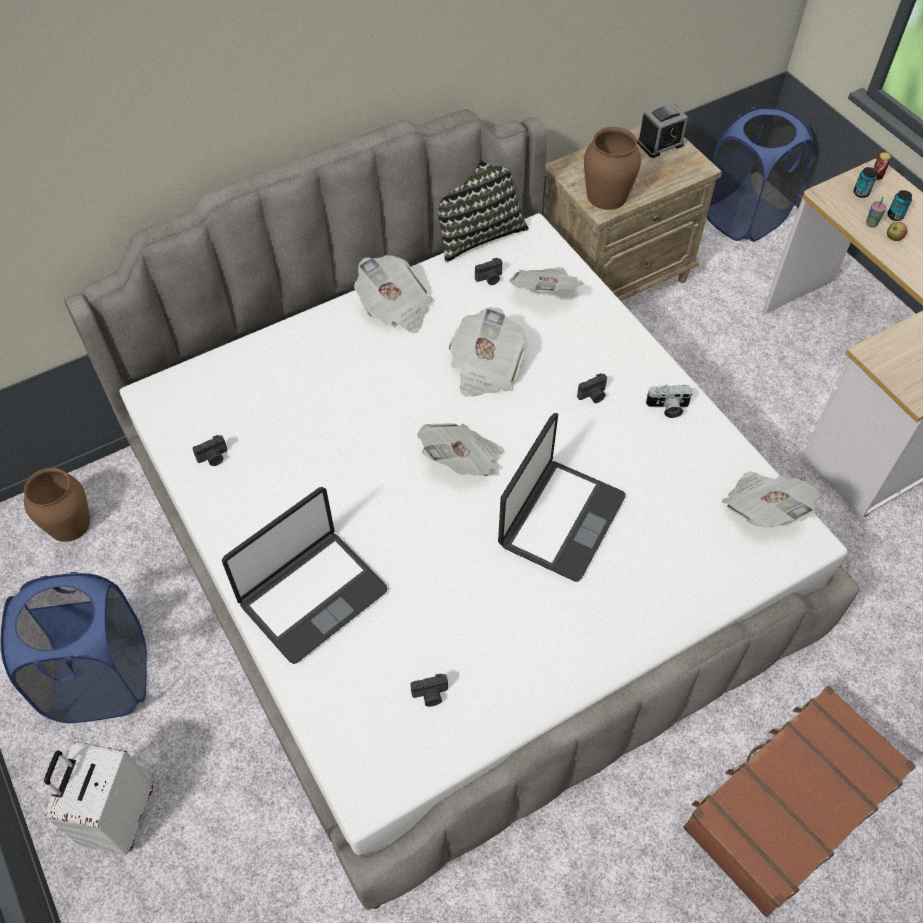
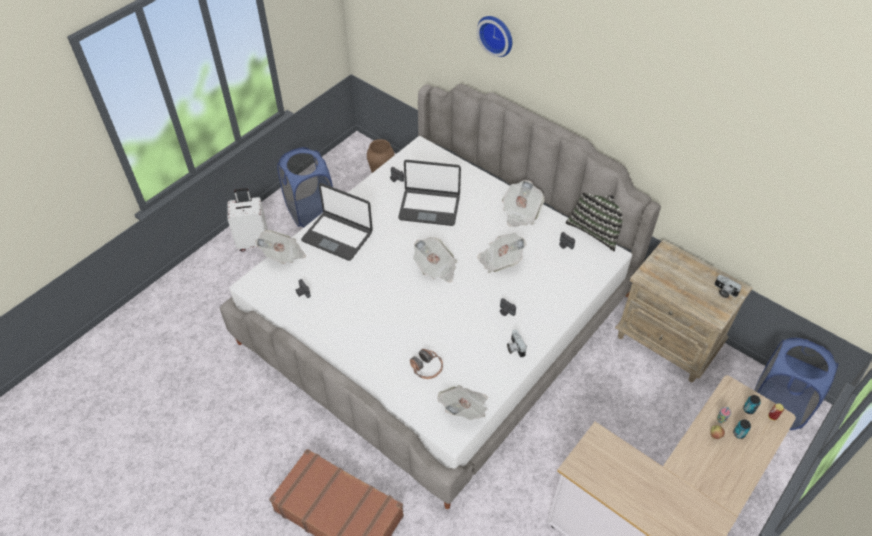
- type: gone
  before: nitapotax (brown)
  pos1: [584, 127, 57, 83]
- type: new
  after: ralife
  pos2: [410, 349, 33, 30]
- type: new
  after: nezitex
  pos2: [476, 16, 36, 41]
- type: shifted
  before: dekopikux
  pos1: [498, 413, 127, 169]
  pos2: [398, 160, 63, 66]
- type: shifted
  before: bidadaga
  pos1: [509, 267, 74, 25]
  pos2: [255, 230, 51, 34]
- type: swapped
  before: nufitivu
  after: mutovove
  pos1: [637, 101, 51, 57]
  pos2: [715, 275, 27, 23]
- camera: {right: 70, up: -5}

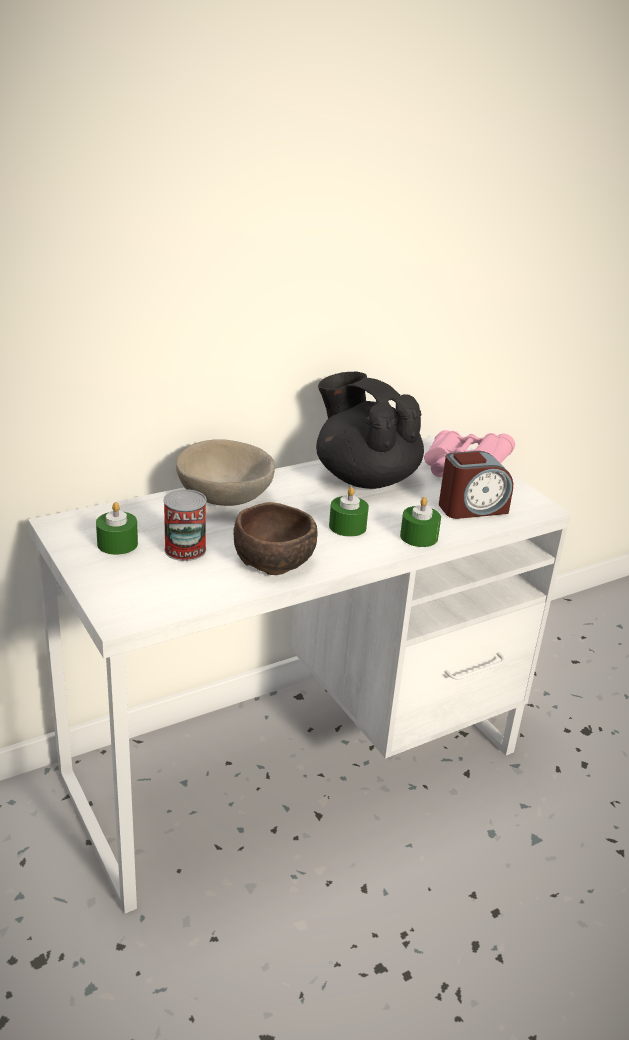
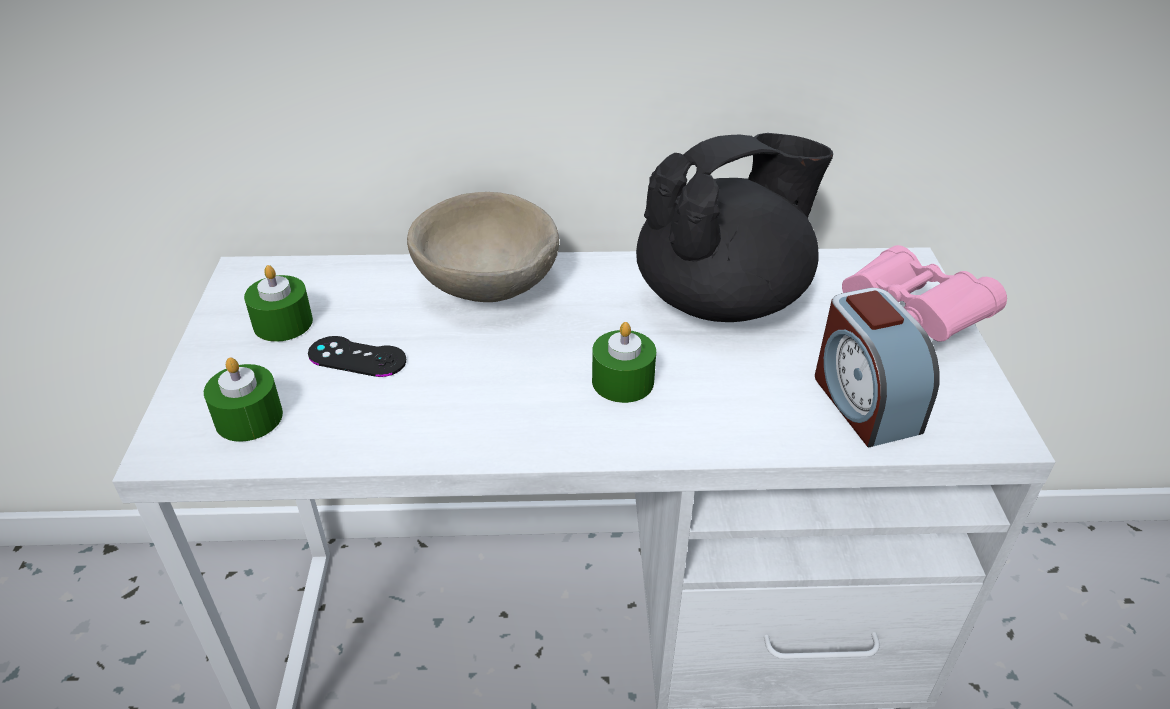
- type: gone
  before: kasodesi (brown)
  pos1: [234, 502, 83, 73]
- type: shifted
  before: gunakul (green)
  pos1: [400, 497, 41, 50]
  pos2: [204, 357, 79, 85]
- type: swapped
  before: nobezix
  after: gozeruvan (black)
  pos1: [164, 489, 43, 72]
  pos2: [308, 336, 98, 41]
- type: rotated
  before: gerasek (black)
  pos1: [316, 372, 108, 117]
  pos2: [636, 133, 197, 189]
  turn: 75
- type: rotated
  before: nufitivu
  pos1: [439, 451, 74, 68]
  pos2: [815, 288, 125, 159]
  turn: 60
- camera: {right: 30, up: 10}

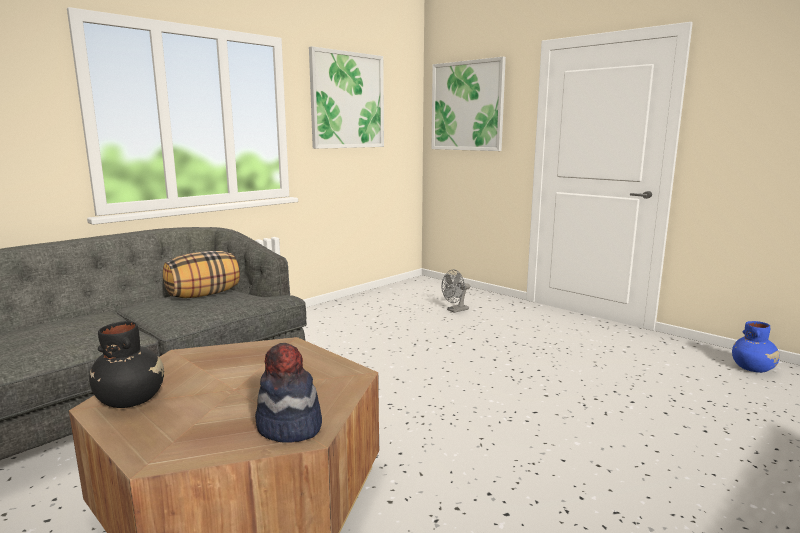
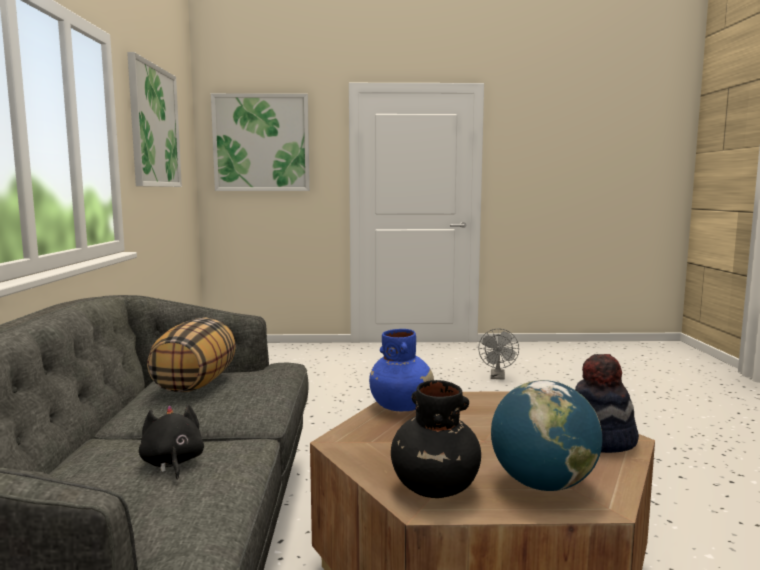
- type: new
  after: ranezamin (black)
  pos2: [139, 404, 65, 76]
- type: new
  after: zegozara
  pos2: [491, 380, 111, 111]
- type: shifted
  before: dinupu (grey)
  pos1: [441, 270, 29, 43]
  pos2: [478, 328, 41, 52]
- type: shifted
  before: nitapotax (blue)
  pos1: [732, 321, 48, 52]
  pos2: [369, 329, 65, 82]
- camera: {right: -45, up: -5}

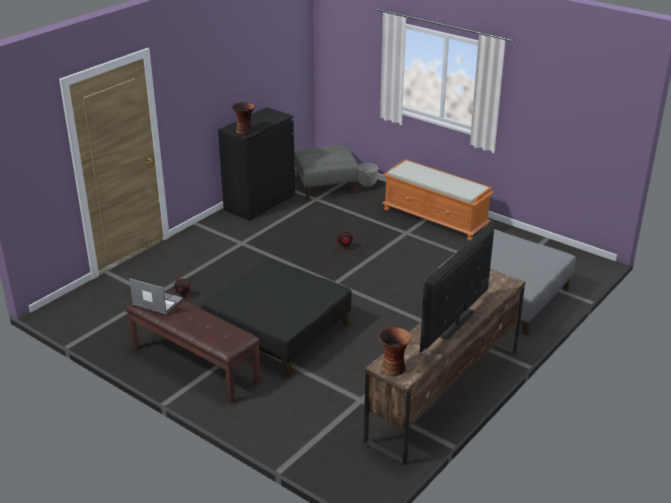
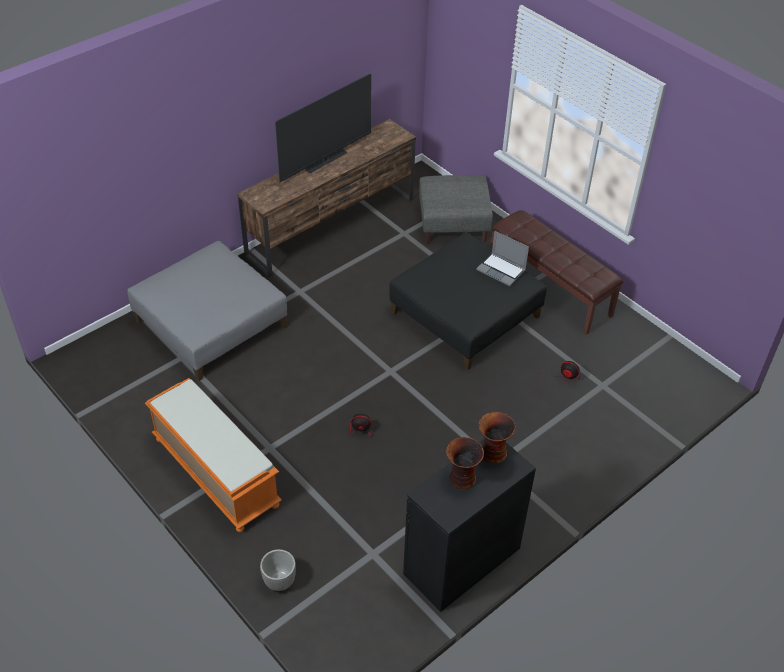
- type: shifted
  before: dekopikux
  pos1: [129, 278, 54, 37]
  pos2: [476, 231, 53, 55]
- type: shifted
  before: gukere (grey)
  pos1: [294, 145, 65, 54]
  pos2: [419, 175, 74, 69]
- type: shifted
  before: nitapotax
  pos1: [378, 327, 34, 49]
  pos2: [446, 437, 38, 53]
- camera: {right: -170, up: 15}

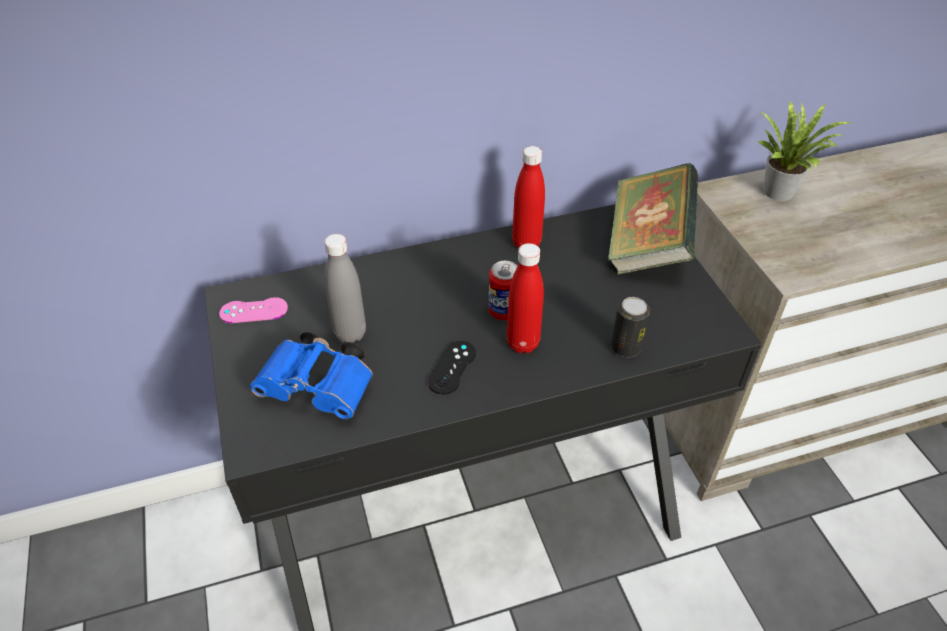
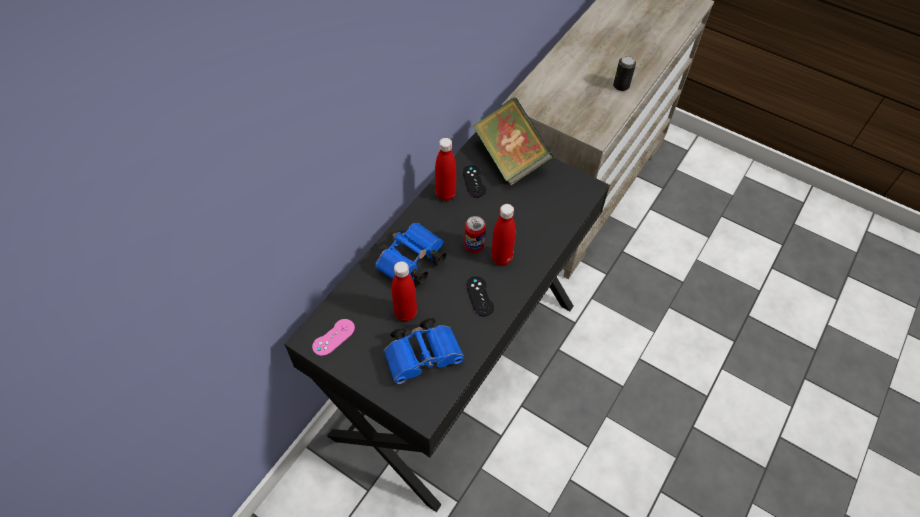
- type: gone
  before: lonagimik
  pos1: [757, 101, 94, 100]
- type: new
  after: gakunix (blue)
  pos2: [375, 223, 72, 62]
- type: new
  after: gozeruvan (black)
  pos2: [463, 165, 23, 33]
- type: shifted
  before: nobezix
  pos1: [611, 297, 39, 60]
  pos2: [613, 56, 23, 35]
- type: repainted
  before: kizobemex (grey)
  after: kizobemex (red)
  pos1: [324, 234, 42, 109]
  pos2: [392, 261, 25, 61]
- camera: {right: -40, up: 10}

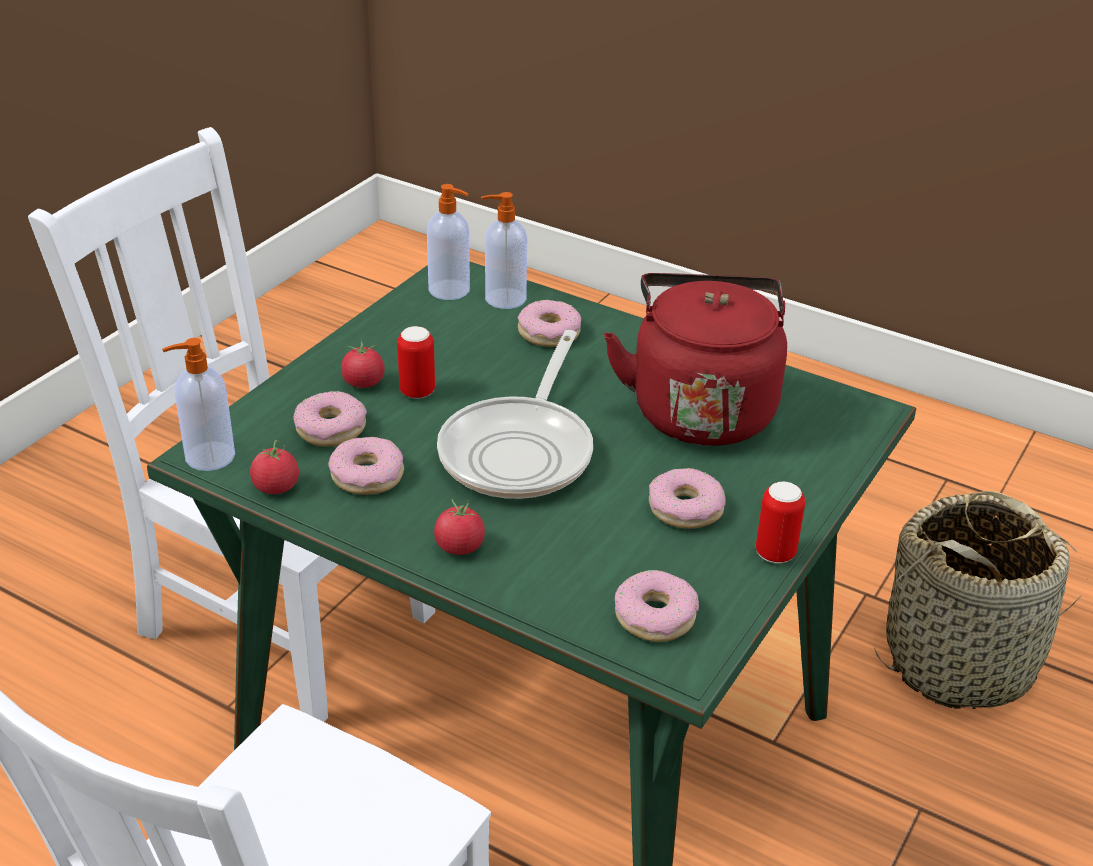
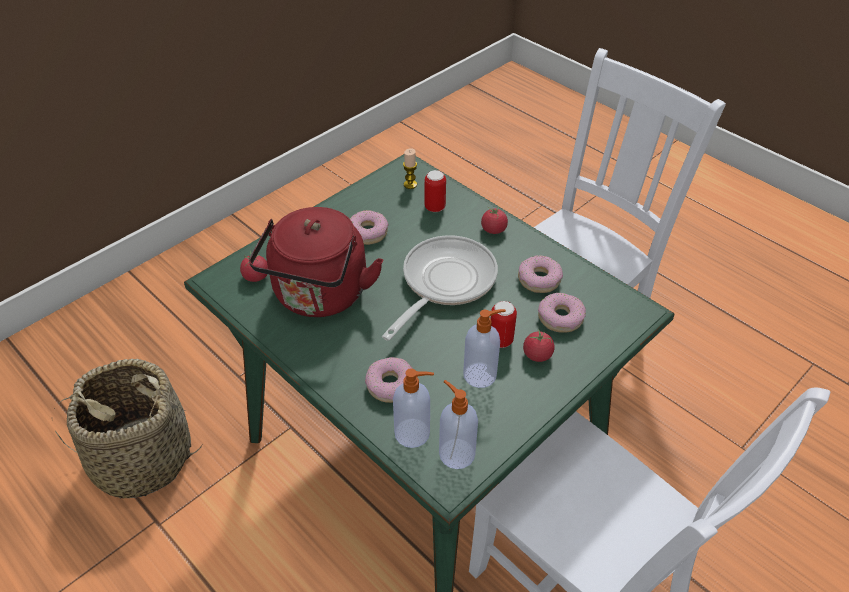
- type: shifted
  before: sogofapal
  pos1: [162, 338, 73, 133]
  pos2: [463, 309, 43, 79]
- type: shifted
  before: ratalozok
  pos1: [250, 440, 49, 54]
  pos2: [240, 251, 28, 31]
- type: shifted
  before: nobezix
  pos1: [756, 482, 49, 81]
  pos2: [425, 170, 21, 42]
- type: swapped
  before: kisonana
  after: gunakul
  pos1: [615, 570, 84, 72]
  pos2: [403, 148, 14, 41]
- camera: {right: -165, up: 10}

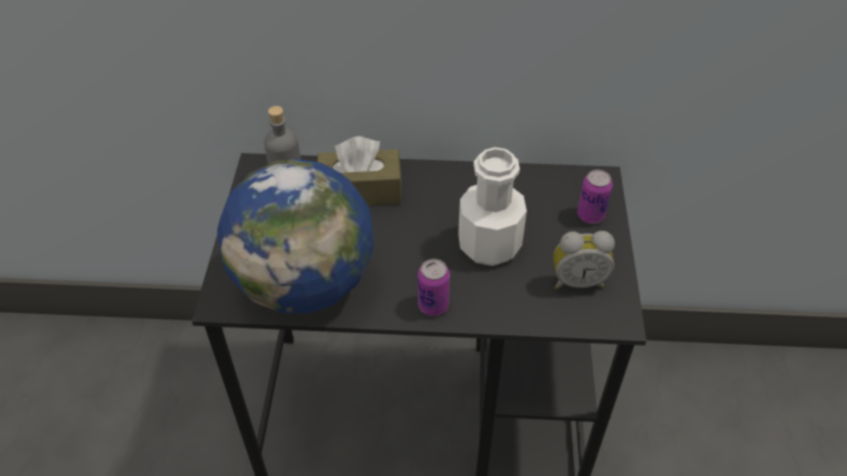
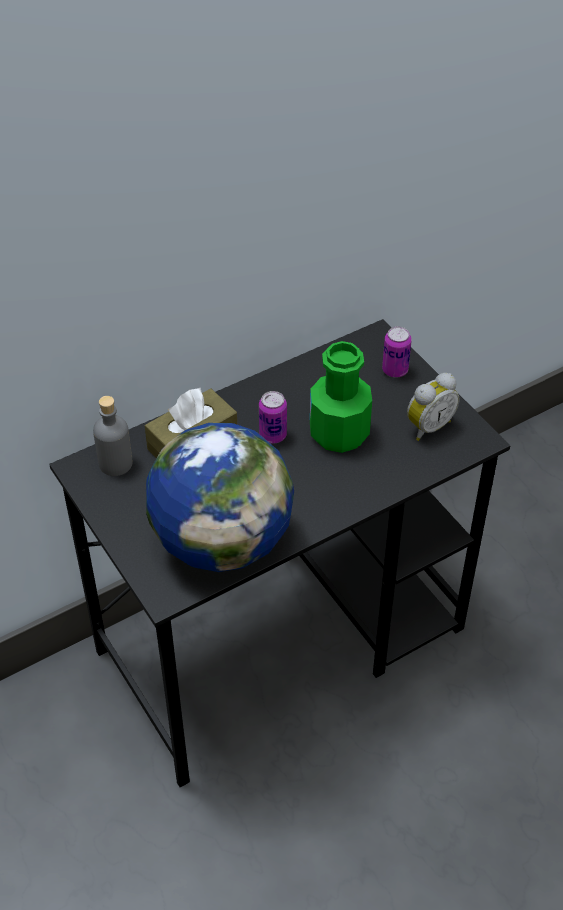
- type: shifted
  before: nobezix
  pos1: [418, 259, 32, 57]
  pos2: [259, 391, 28, 53]
- type: repainted
  before: kizobemex (white)
  after: kizobemex (green)
  pos1: [458, 147, 69, 119]
  pos2: [310, 341, 62, 112]
- camera: {right: -35, up: 0}

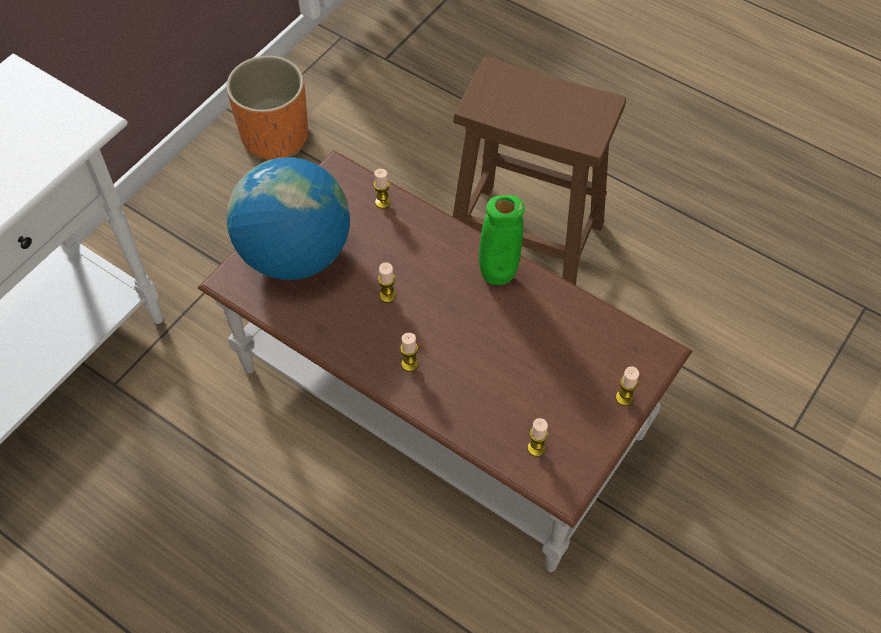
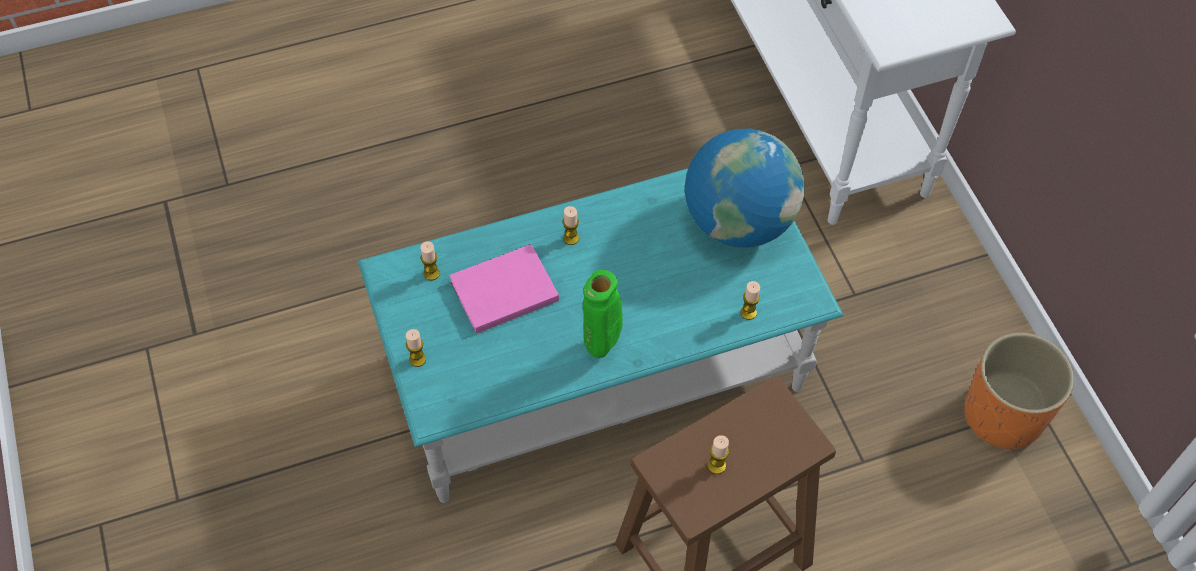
- type: new
  after: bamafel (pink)
  pos2: [449, 244, 110, 90]
- type: shifted
  before: gunakul
  pos1: [378, 262, 18, 41]
  pos2: [708, 435, 21, 39]
- type: repainted
  before: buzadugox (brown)
  after: buzadugox (turquoise)
  pos1: [198, 150, 494, 422]
  pos2: [358, 169, 485, 334]
- camera: {right: 125, up: 0}

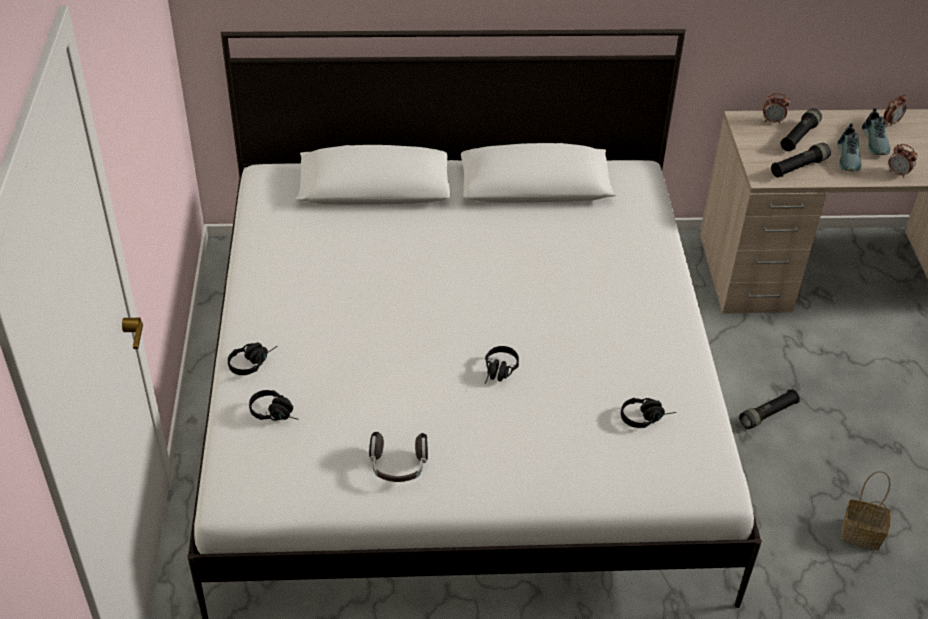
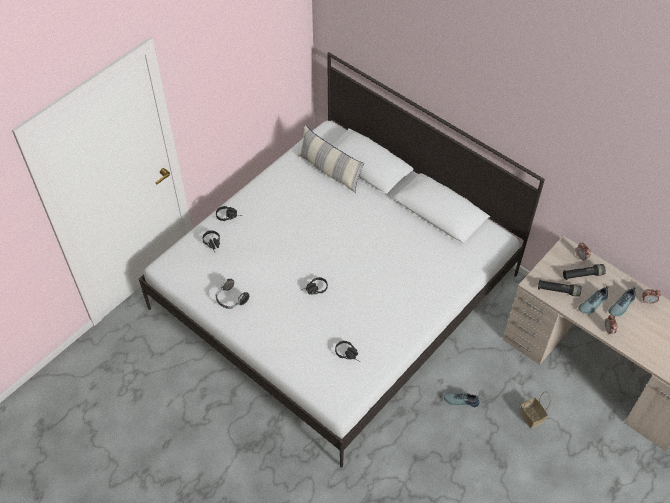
- type: new
  after: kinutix
  pos2: [297, 125, 67, 68]
- type: shifted
  before: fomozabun
  pos1: [841, 471, 50, 79]
  pos2: [519, 391, 32, 38]
- type: swapped
  before: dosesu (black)
  after: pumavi
  pos1: [739, 389, 61, 40]
  pos2: [444, 393, 35, 15]
- camera: {right: 45, up: 10}

